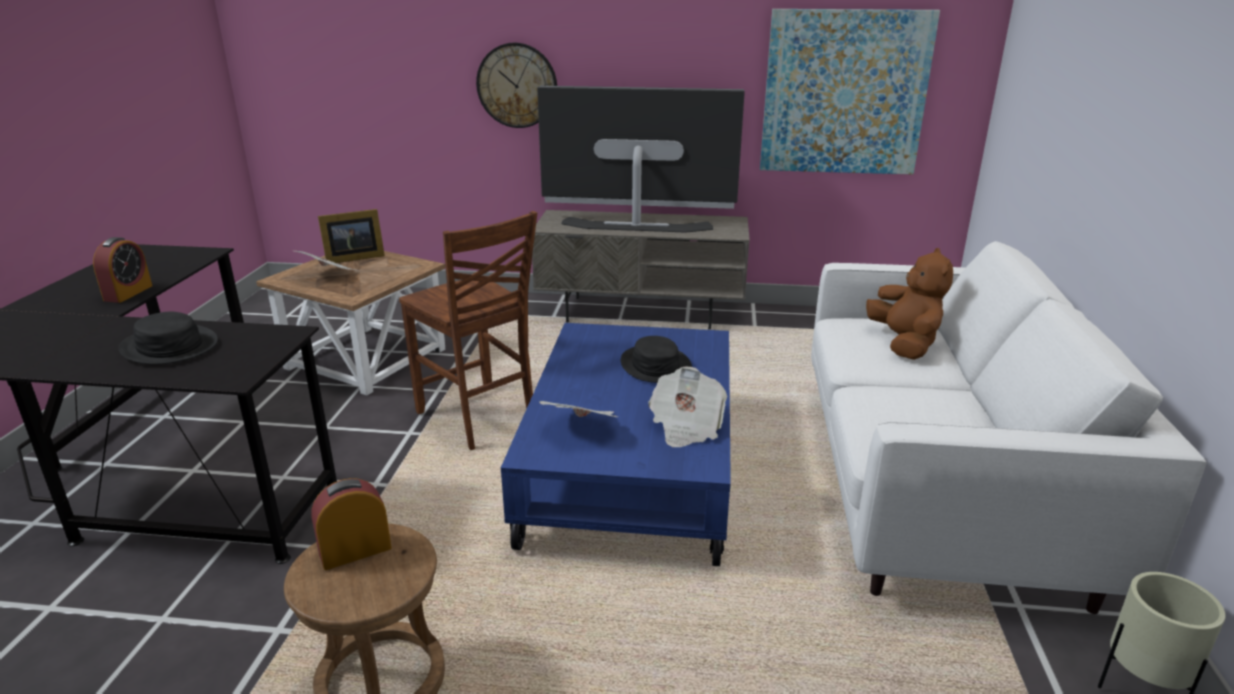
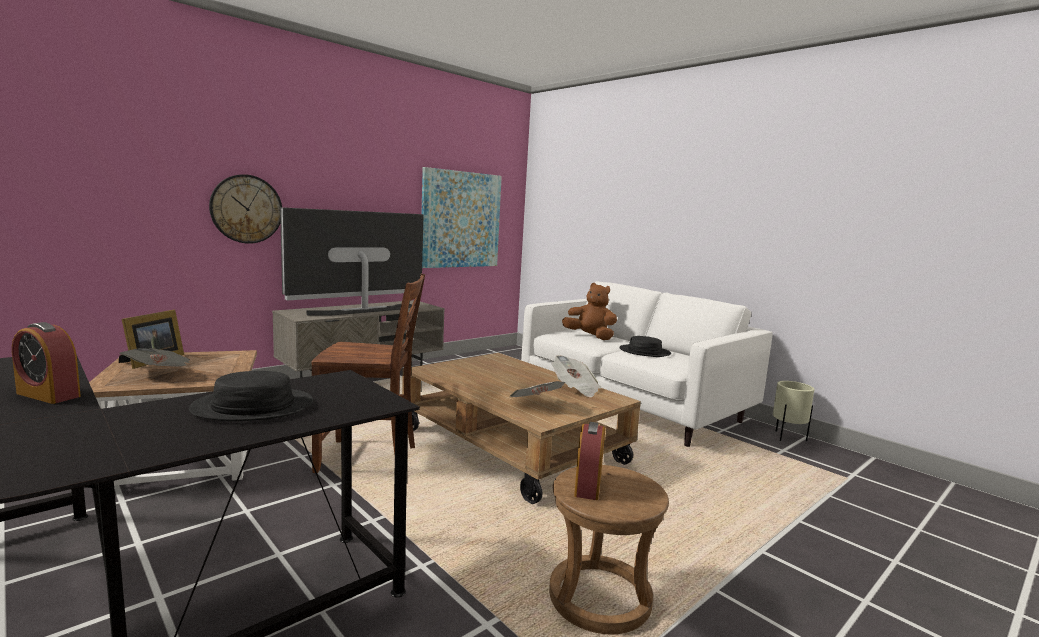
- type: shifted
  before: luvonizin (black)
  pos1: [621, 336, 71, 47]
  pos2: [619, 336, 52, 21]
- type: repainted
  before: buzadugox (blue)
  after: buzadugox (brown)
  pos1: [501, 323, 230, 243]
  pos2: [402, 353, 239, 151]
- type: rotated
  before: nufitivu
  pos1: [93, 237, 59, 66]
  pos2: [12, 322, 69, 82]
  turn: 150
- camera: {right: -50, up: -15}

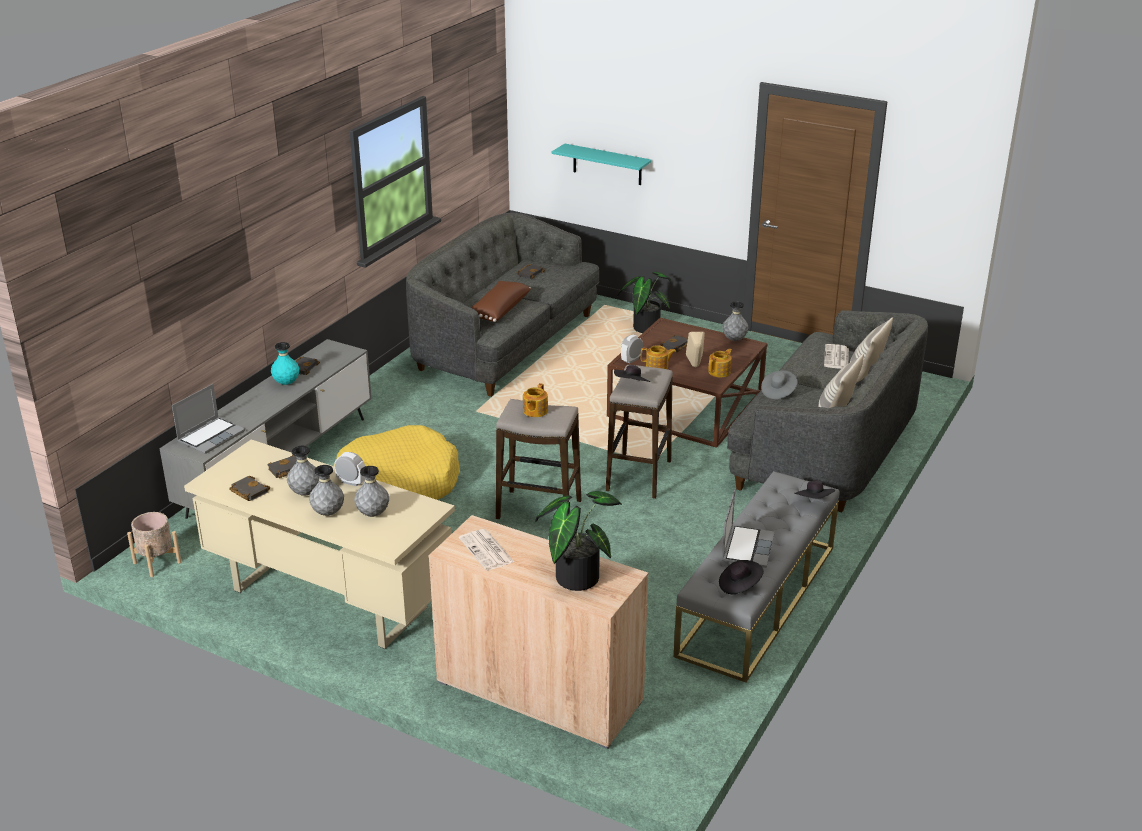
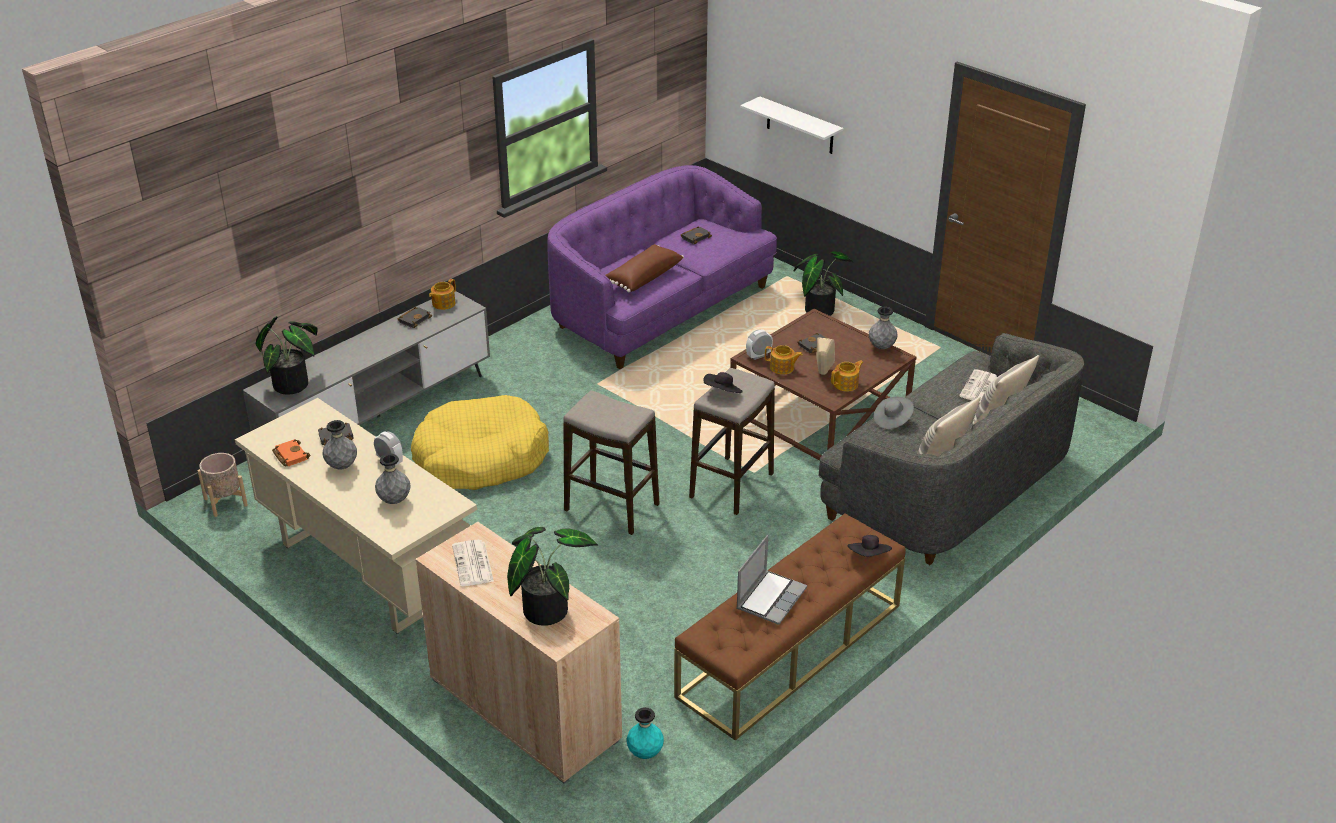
- type: gone
  before: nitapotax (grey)
  pos1: [309, 465, 35, 51]
- type: gone
  before: luvonizin (black)
  pos1: [719, 560, 45, 34]
- type: shifted
  before: nitapotax (turquoise)
  pos1: [271, 342, 29, 43]
  pos2: [627, 707, 37, 52]
- type: shifted
  before: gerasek
  pos1: [523, 383, 25, 34]
  pos2: [429, 279, 27, 31]
- type: swapped
  before: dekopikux
  after: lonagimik
  pos1: [172, 384, 73, 70]
  pos2: [256, 316, 62, 79]
- type: repainted
  before: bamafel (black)
  after: bamafel (orange)
  pos1: [229, 476, 41, 25]
  pos2: [272, 439, 38, 27]
- type: repainted
  before: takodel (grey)
  after: takodel (purple)
  pos1: [406, 213, 194, 184]
  pos2: [547, 165, 230, 204]
- type: repainted
  before: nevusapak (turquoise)
  after: nevusapak (white)
  pos1: [552, 144, 100, 41]
  pos2: [740, 97, 103, 57]
- type: repainted
  before: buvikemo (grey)
  after: buvikemo (brown)
  pos1: [674, 471, 165, 212]
  pos2: [674, 513, 232, 228]
- camera: {right: 15, up: 5}

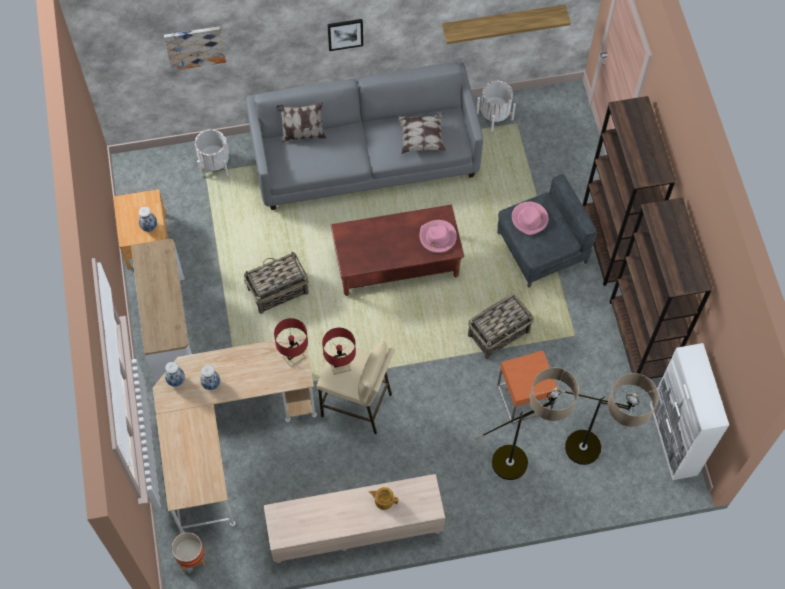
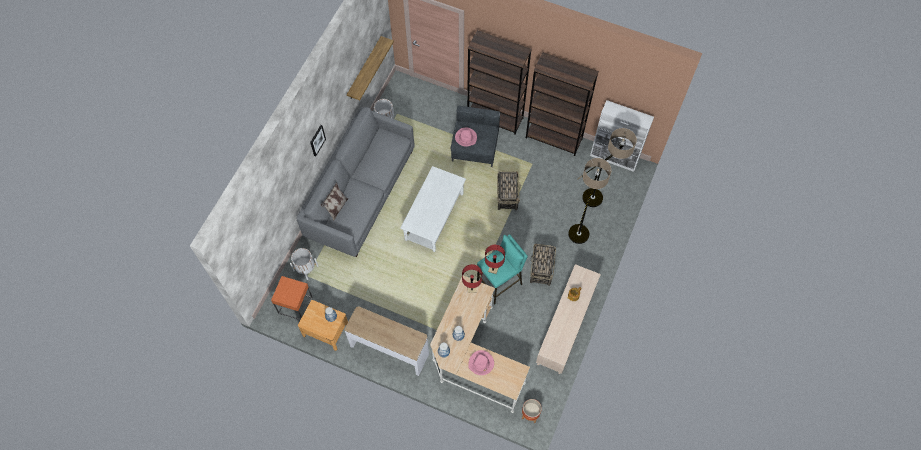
- type: gone
  before: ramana
  pos1: [164, 26, 62, 45]
- type: gone
  before: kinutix
  pos1: [398, 112, 48, 42]
- type: shifted
  before: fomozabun
  pos1: [244, 252, 65, 62]
  pos2: [530, 243, 26, 43]
- type: shifted
  before: luvonizin (pink)
  pos1: [420, 220, 37, 33]
  pos2: [468, 350, 26, 25]
- type: shifted
  before: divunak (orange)
  pos1: [497, 351, 61, 72]
  pos2: [271, 276, 42, 44]
- type: repainted
  before: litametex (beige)
  after: litametex (turquoise)
  pos1: [317, 341, 77, 93]
  pos2: [477, 234, 51, 71]
- type: repainted
  before: buzadugox (brown)
  after: buzadugox (white)
  pos1: [331, 205, 133, 91]
  pos2: [400, 166, 66, 86]
- camera: {right: -55, up: 0}

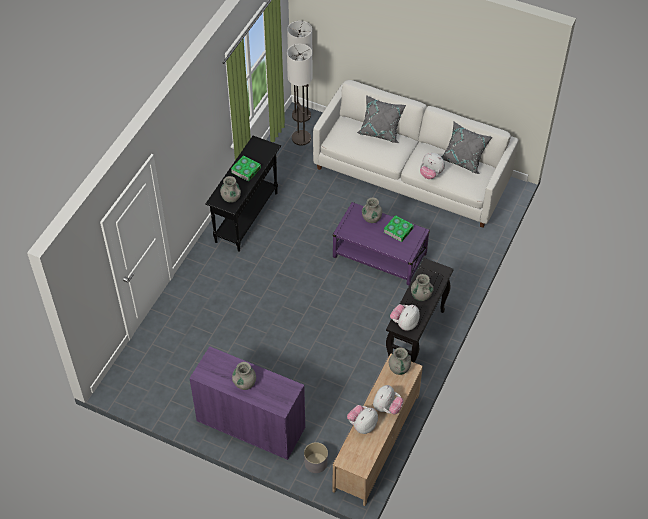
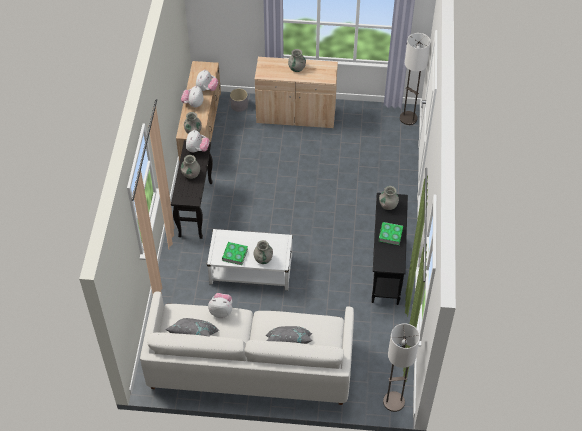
- type: shifted
  before: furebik
  pos1: [287, 44, 26, 102]
  pos2: [400, 33, 31, 92]
- type: repainted
  before: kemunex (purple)
  after: kemunex (beige)
  pos1: [189, 346, 116, 114]
  pos2: [255, 57, 83, 71]
- type: repainted
  before: buzadugox (purple)
  after: buzadugox (white)
  pos1: [333, 202, 97, 84]
  pos2: [207, 229, 86, 61]
- camera: {right: 160, up: 0}

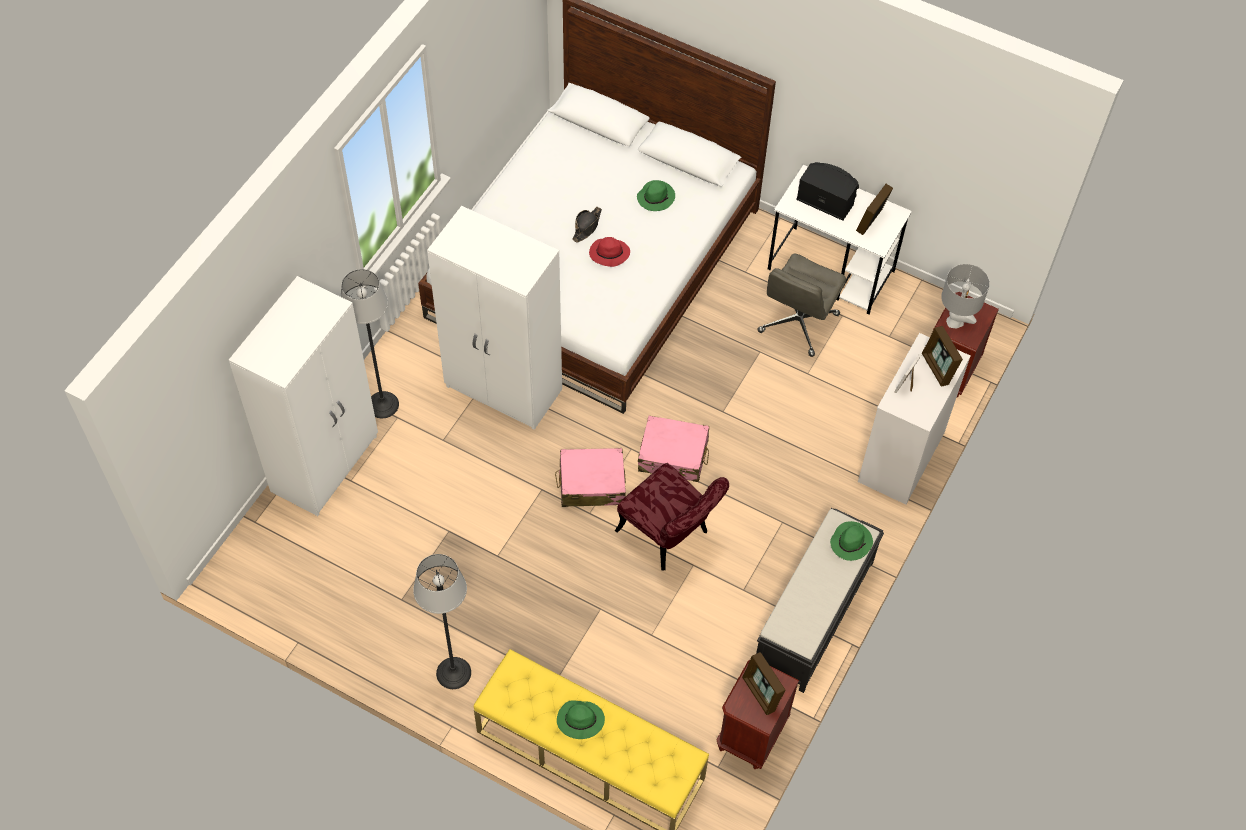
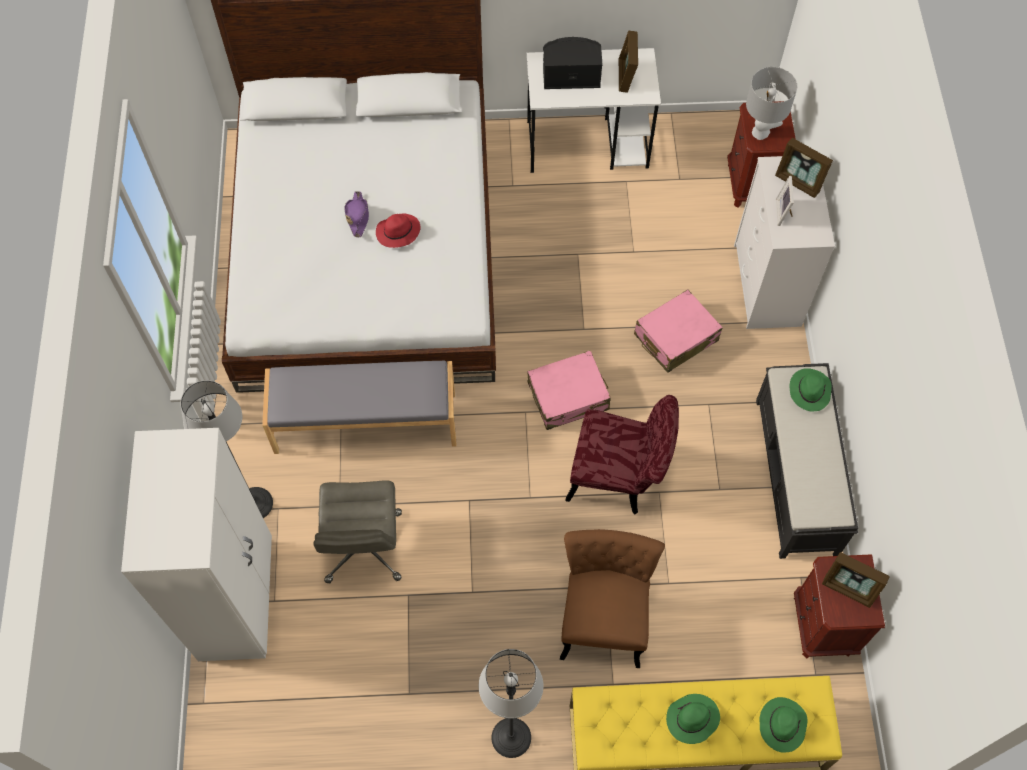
- type: new
  after: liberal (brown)
  pos2: [560, 529, 105, 139]
- type: shifted
  before: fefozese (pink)
  pos1: [555, 448, 71, 59]
  pos2: [634, 289, 89, 84]
- type: shifted
  before: luvonizin (green)
  pos1: [637, 180, 38, 31]
  pos2: [760, 697, 47, 56]
- type: shifted
  before: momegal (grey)
  pos1: [757, 253, 89, 104]
  pos2: [314, 480, 88, 103]
- type: swapped
  before: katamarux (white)
  after: buvikemo (grey)
  pos1: [427, 206, 135, 224]
  pos2: [262, 361, 194, 93]
- type: repainted
  before: luvonizin (black)
  after: luvonizin (purple)
  pos1: [573, 207, 29, 36]
  pos2: [344, 191, 25, 46]
- camera: {right: -30, up: 5}

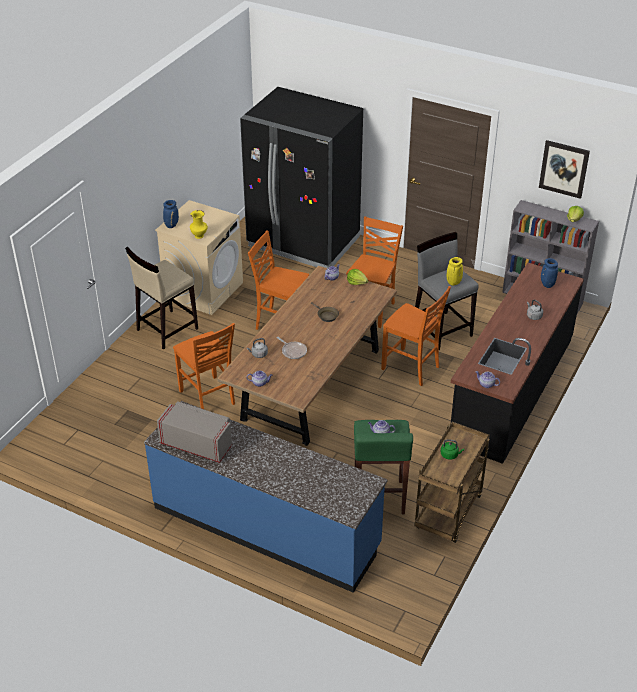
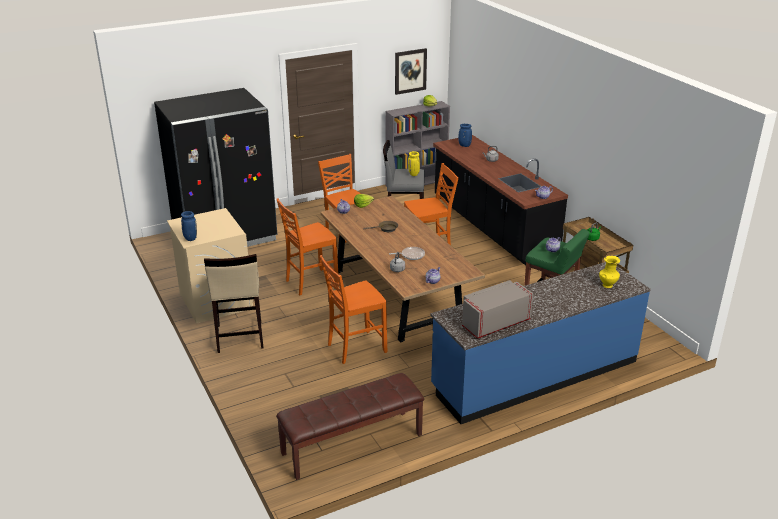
- type: new
  after: buvikemo (brown)
  pos2: [276, 373, 148, 107]
- type: shifted
  before: nitapotax (yellow)
  pos1: [190, 210, 18, 29]
  pos2: [599, 255, 21, 33]
- type: rotated
  before: liberal (orange)
  pos1: [173, 323, 62, 86]
  pos2: [320, 255, 67, 109]
  turn: 150
- camera: {right: -55, up: -10}

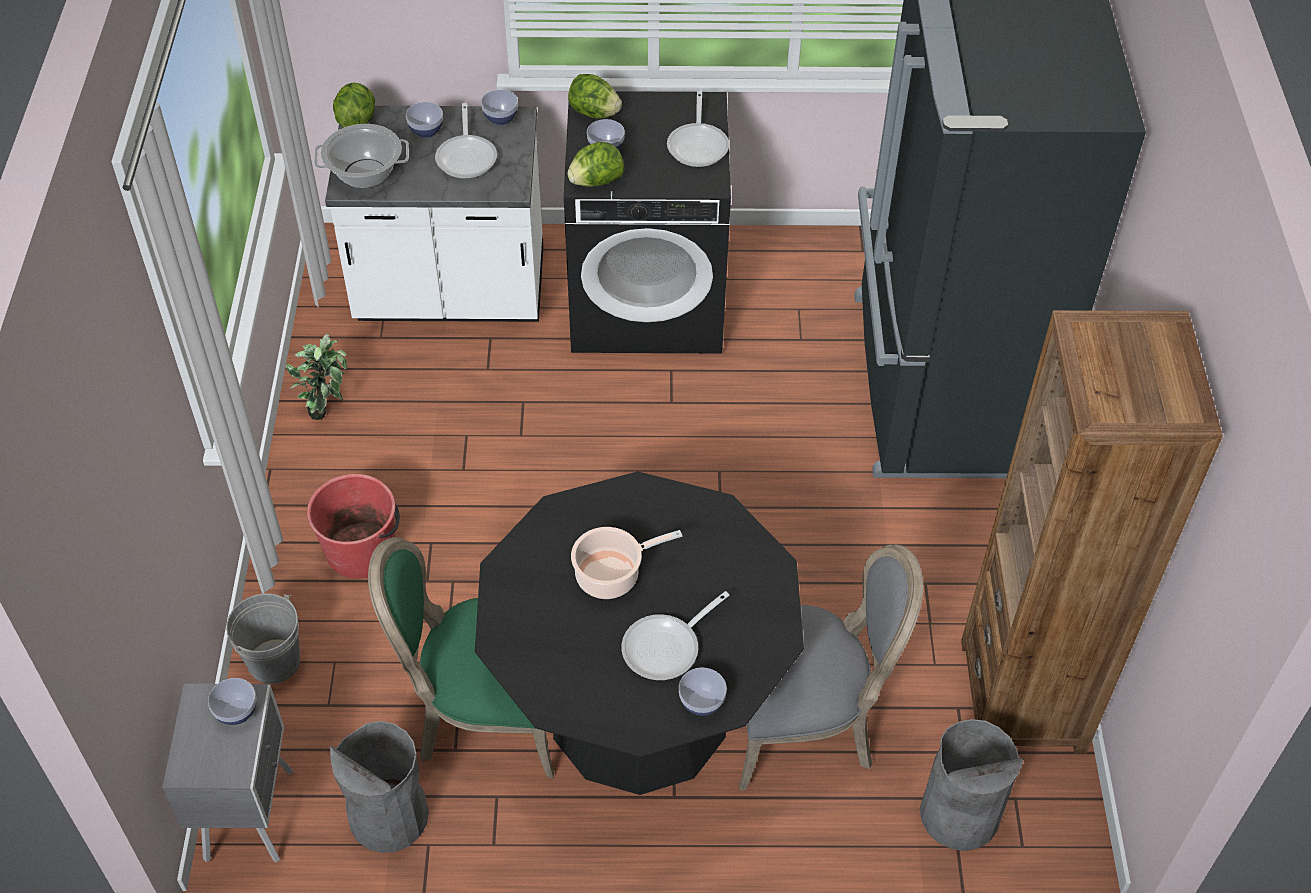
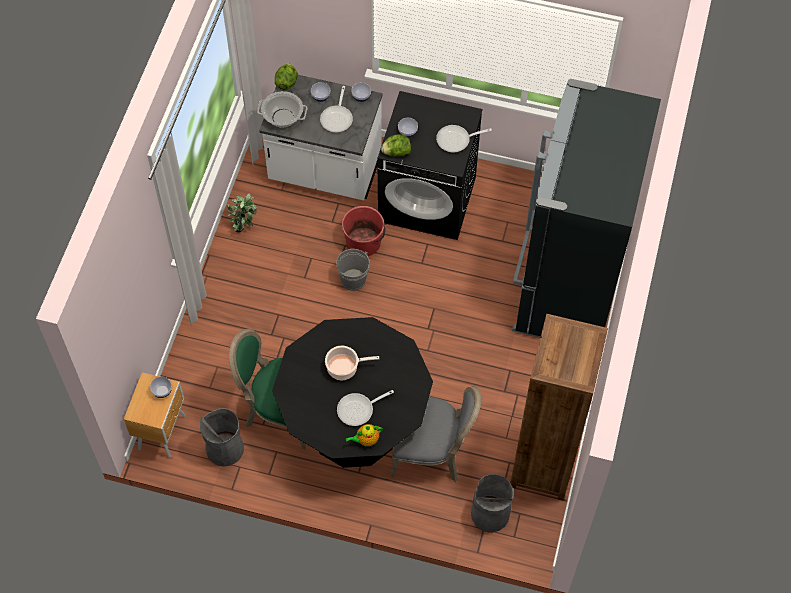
- type: gone
  before: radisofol
  pos1: [568, 74, 54, 45]
- type: shifted
  before: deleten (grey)
  pos1: [226, 593, 74, 91]
  pos2: [336, 249, 34, 42]
- type: shifted
  before: deleten (red)
  pos1: [307, 474, 93, 104]
  pos2: [342, 206, 43, 50]
- type: swapped
  before: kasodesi
  after: gerasek
  pos1: [679, 668, 48, 48]
  pos2: [346, 424, 37, 22]
- type: repainted
  before: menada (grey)
  after: menada (brown)
  pos1: [162, 684, 132, 179]
  pos2: [124, 372, 62, 86]
- type: rotated
  before: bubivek
  pos1: [667, 91, 62, 76]
  pos2: [436, 125, 56, 28]
  turn: 60
- camera: {right: 15, up: 10}

